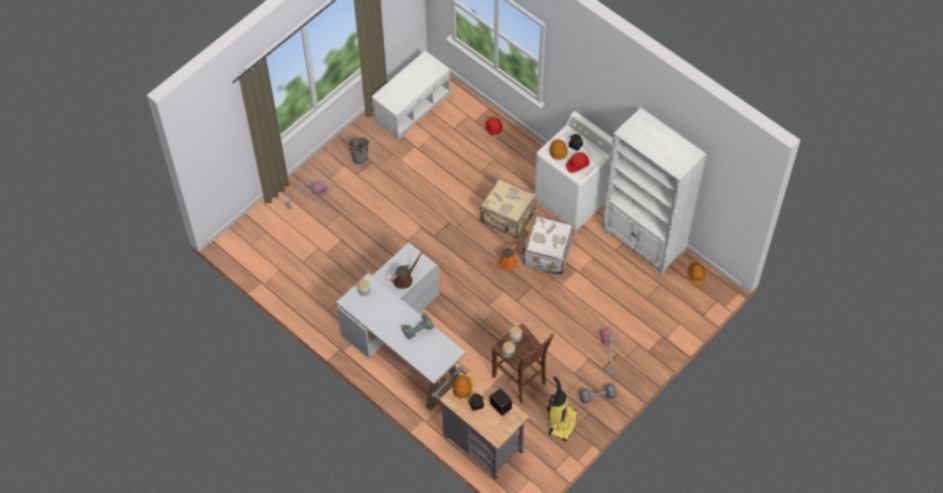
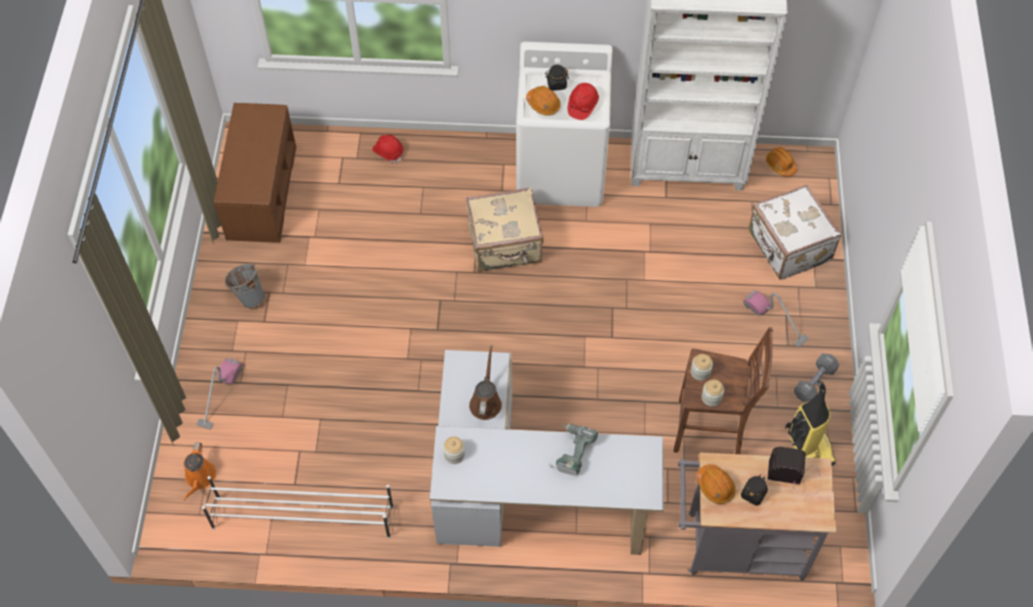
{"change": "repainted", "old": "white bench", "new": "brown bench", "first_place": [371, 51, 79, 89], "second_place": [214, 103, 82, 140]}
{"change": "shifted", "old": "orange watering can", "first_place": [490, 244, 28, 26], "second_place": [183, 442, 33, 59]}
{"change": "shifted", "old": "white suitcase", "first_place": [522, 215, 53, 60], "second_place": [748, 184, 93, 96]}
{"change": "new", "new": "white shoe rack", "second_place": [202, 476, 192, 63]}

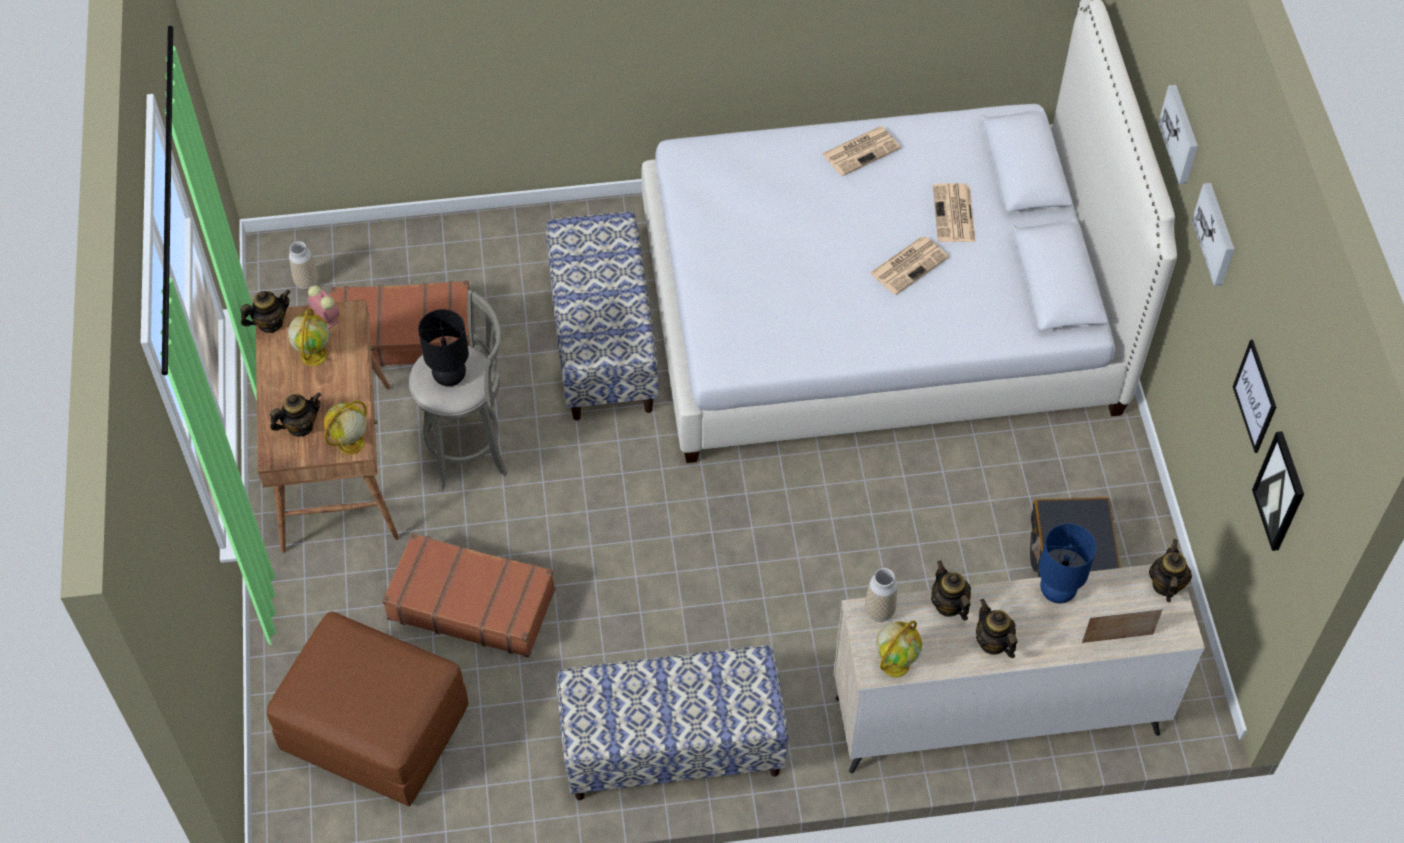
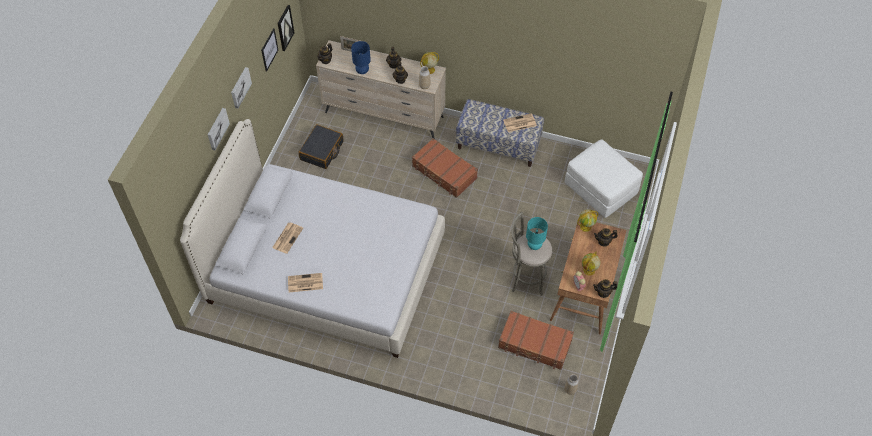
{"change": "repainted", "old": "brown ottoman", "new": "white ottoman", "first_place": [267, 612, 202, 194], "second_place": [565, 139, 78, 79]}
{"change": "shifted", "old": "brown suitcase", "first_place": [382, 533, 173, 125], "second_place": [412, 138, 66, 60]}
{"change": "repainted", "old": "black table lamp", "new": "turquoise table lamp", "first_place": [418, 309, 51, 77], "second_place": [526, 217, 22, 33]}
{"change": "gone", "old": "bench", "first_place": [546, 212, 113, 209]}
{"change": "shifted", "old": "newspaper", "first_place": [870, 236, 79, 59], "second_place": [503, 113, 34, 19]}

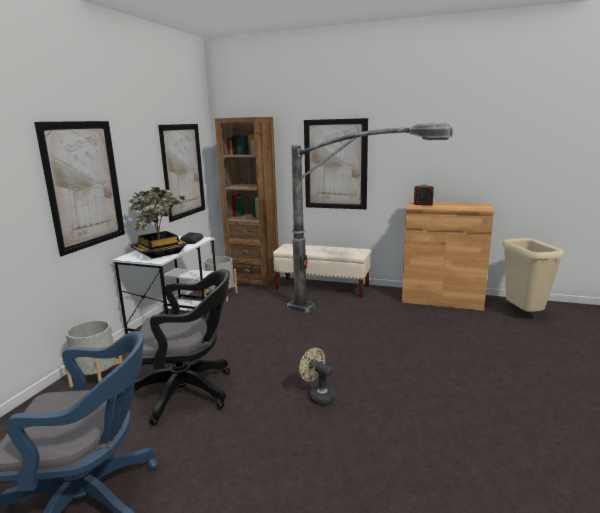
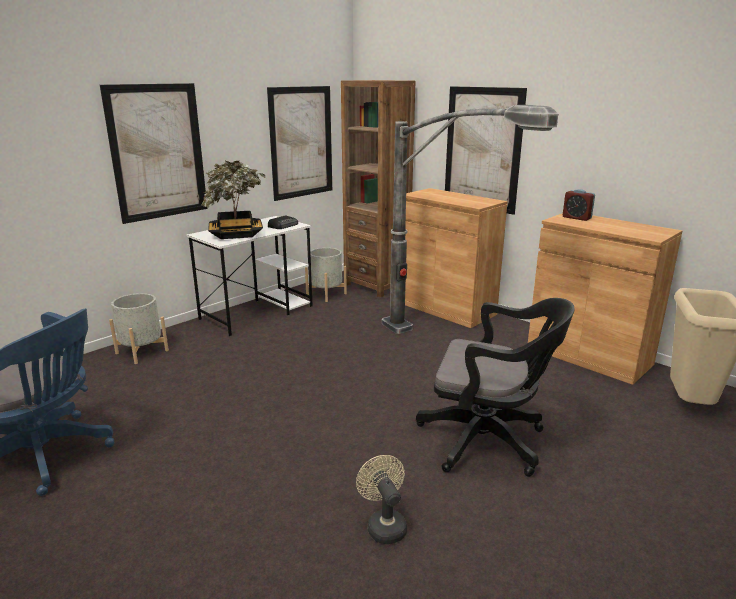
{"change": "shifted", "old": "black office chair", "first_place": [134, 269, 96, 157], "second_place": [416, 298, 159, 179]}
{"change": "swapped", "old": "beige bench", "new": "brown cabinet", "first_place": [273, 244, 98, 54], "second_place": [405, 188, 103, 140]}
{"change": "shifted", "old": "beige fan", "first_place": [299, 348, 37, 57], "second_place": [356, 455, 51, 89]}

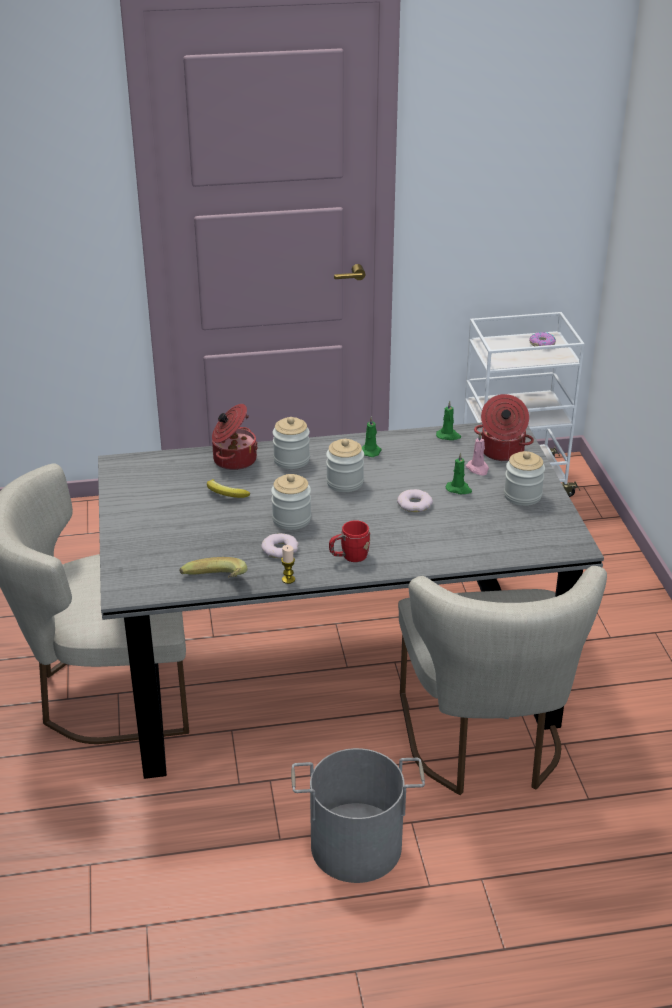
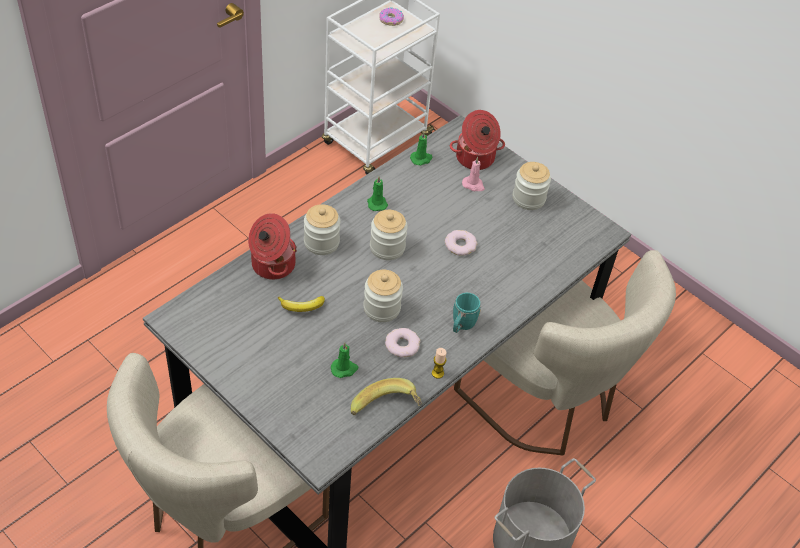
{"change": "repainted", "old": "red mug", "new": "turquoise mug", "first_place": [329, 520, 41, 42], "second_place": [453, 293, 28, 40]}
{"change": "shifted", "old": "green candle", "first_place": [446, 452, 26, 42], "second_place": [331, 342, 27, 36]}

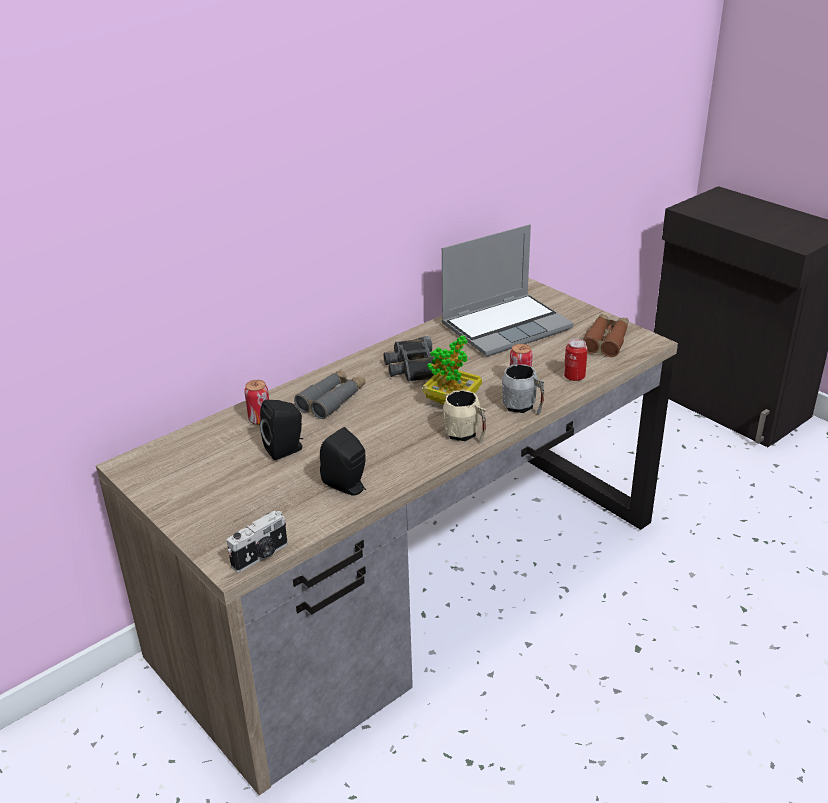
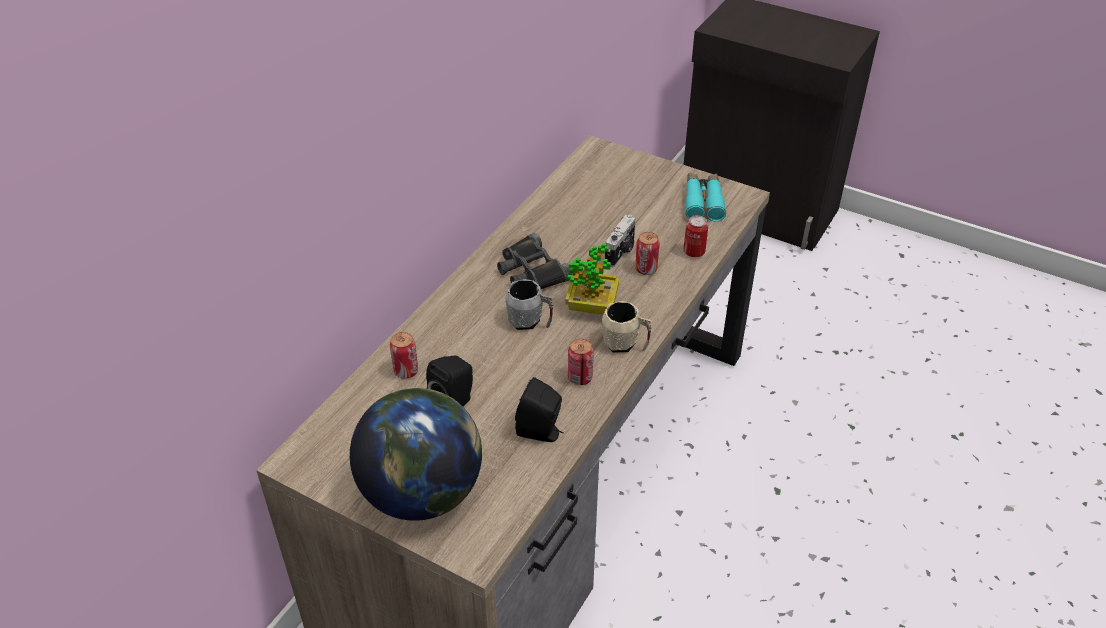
{"change": "shifted", "old": "photo camera", "first_place": [227, 510, 61, 62], "second_place": [605, 215, 31, 52]}
{"change": "gone", "old": "grey binoculars", "first_place": [294, 370, 72, 49]}
{"change": "gone", "old": "laptop", "first_place": [441, 224, 132, 133]}
{"change": "shifted", "old": "grey mug", "first_place": [502, 364, 42, 50], "second_place": [505, 279, 48, 51]}
{"change": "repainted", "old": "brown binoculars", "new": "turquoise binoculars", "first_place": [582, 314, 47, 43], "second_place": [685, 173, 41, 49]}
{"change": "new", "new": "globe", "second_place": [350, 388, 132, 133]}
{"change": "new", "new": "can", "second_place": [568, 338, 26, 47]}

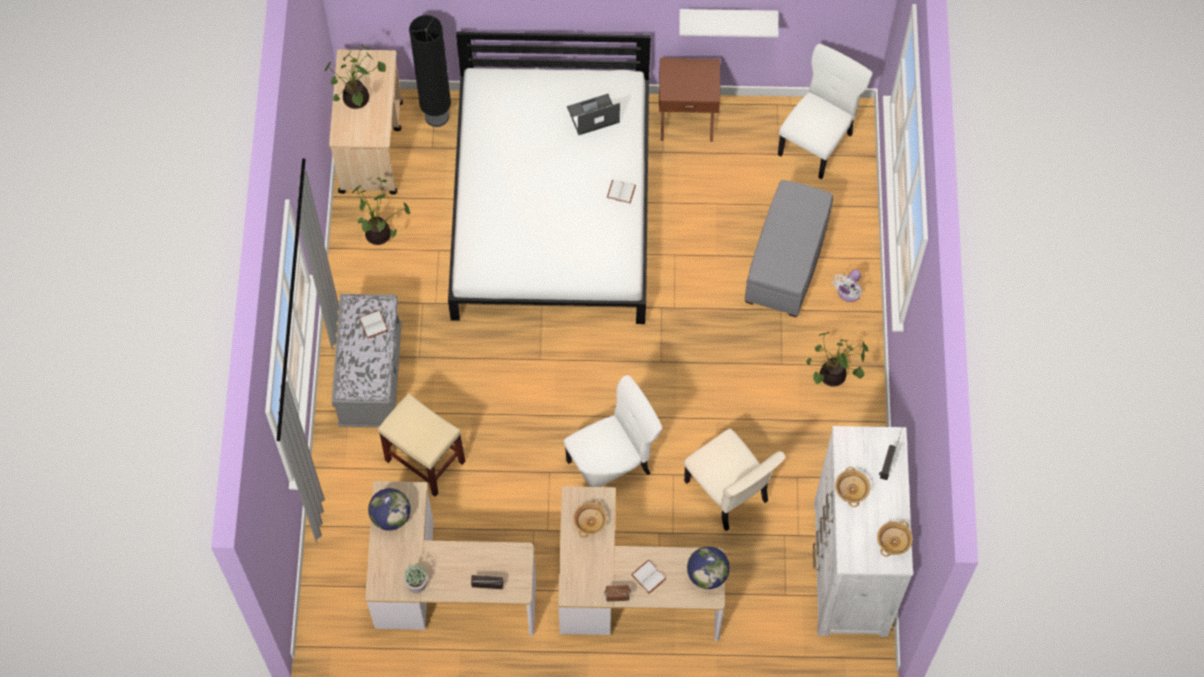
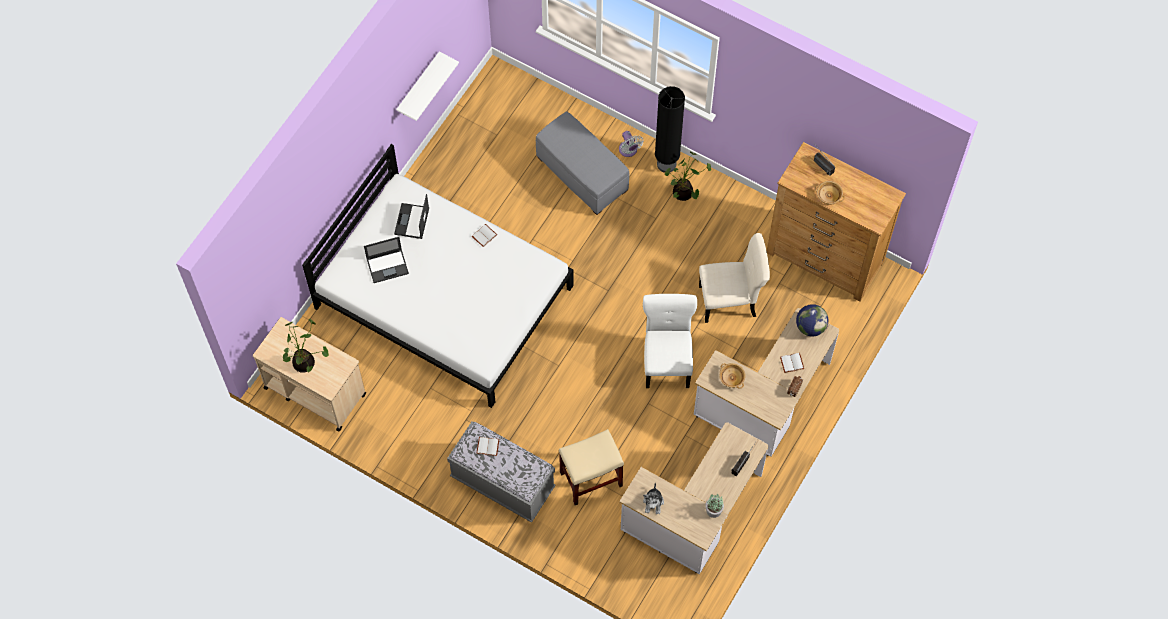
{"change": "gone", "old": "potted plant", "first_place": [352, 177, 58, 68]}
{"change": "swapped", "old": "globe", "new": "plush toy", "first_place": [368, 488, 43, 42], "second_place": [643, 482, 21, 32]}
{"change": "shifted", "old": "black floor lamp", "first_place": [409, 15, 42, 112], "second_place": [655, 86, 30, 87]}
{"change": "gone", "old": "brown nightstand", "first_place": [659, 58, 61, 84]}
{"change": "gone", "old": "white chair", "first_place": [778, 44, 95, 135]}
{"change": "repainted", "old": "white dresser", "new": "brown dresser", "first_place": [813, 426, 100, 211], "second_place": [767, 142, 139, 159]}
{"change": "gone", "old": "beige bowl", "first_place": [877, 521, 36, 36]}
{"change": "new", "new": "laptop", "second_place": [364, 237, 45, 46]}

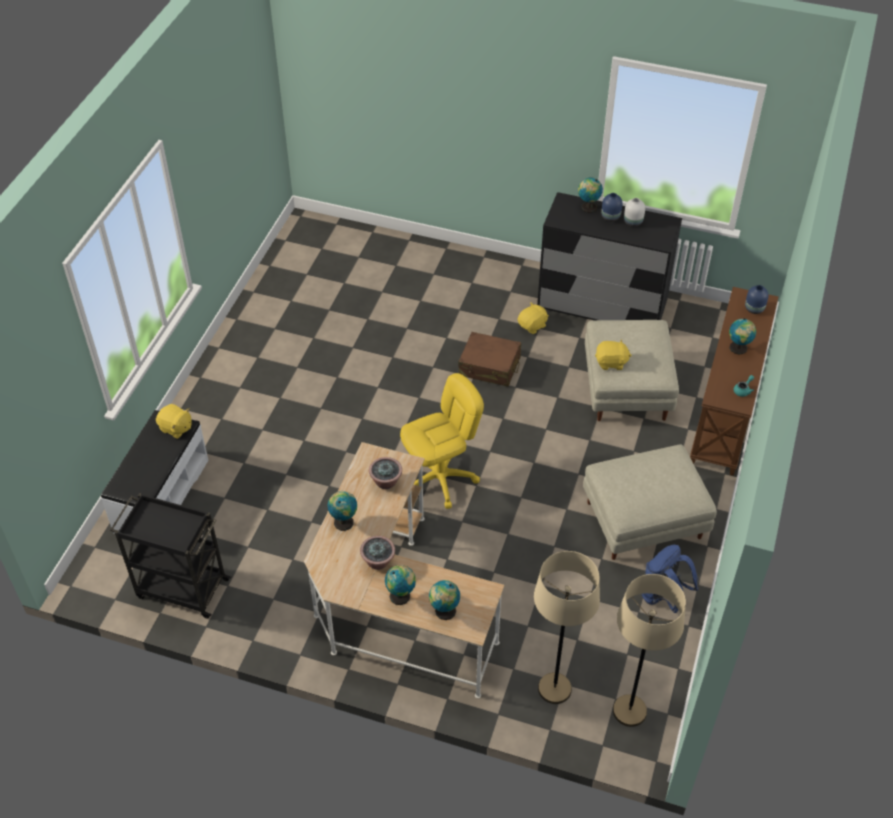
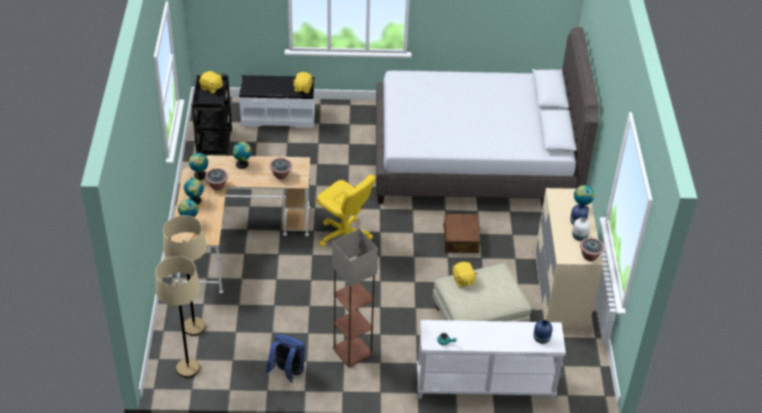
{"change": "shifted", "old": "yellow plush toy", "first_place": [518, 302, 31, 32], "second_place": [199, 71, 24, 23]}
{"change": "repainted", "old": "black dresser", "new": "beige dresser", "first_place": [537, 192, 145, 128], "second_place": [535, 188, 68, 142]}
{"change": "swapped", "old": "beige ottoman", "new": "floor lamp", "first_place": [583, 444, 134, 116], "second_place": [332, 229, 46, 138]}
{"change": "repainted", "old": "brown console table", "new": "white console table", "first_place": [690, 287, 89, 189], "second_place": [417, 320, 149, 81]}
{"change": "shifted", "old": "globe", "first_place": [729, 318, 27, 37], "second_place": [189, 153, 19, 27]}
{"change": "new", "new": "grey bed", "second_place": [376, 27, 223, 177]}
{"change": "new", "new": "potted plant", "second_place": [580, 238, 24, 23]}

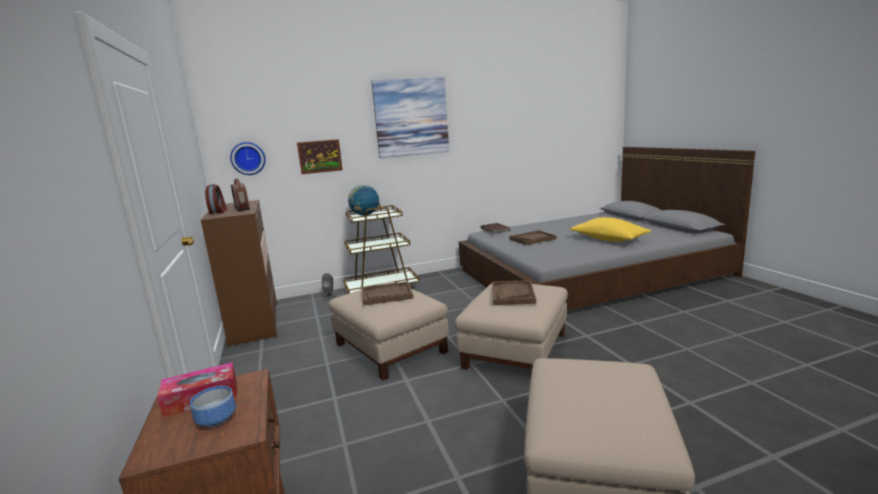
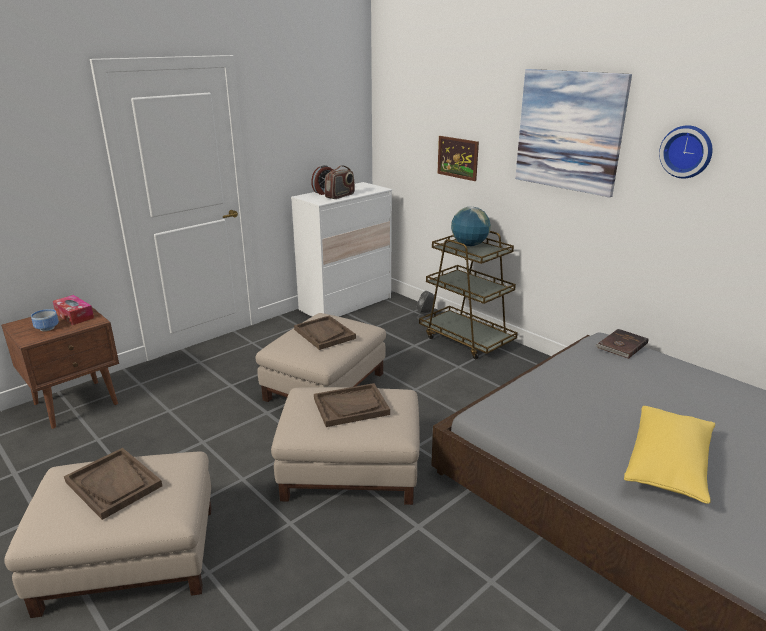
{"change": "repainted", "old": "brown dresser", "new": "white dresser", "first_place": [201, 200, 76, 147], "second_place": [291, 182, 101, 135]}
{"change": "shifted", "old": "wall clock", "first_place": [230, 142, 36, 33], "second_place": [659, 125, 53, 54]}
{"change": "shifted", "old": "brown tray", "first_place": [509, 230, 48, 15], "second_place": [64, 448, 98, 72]}

